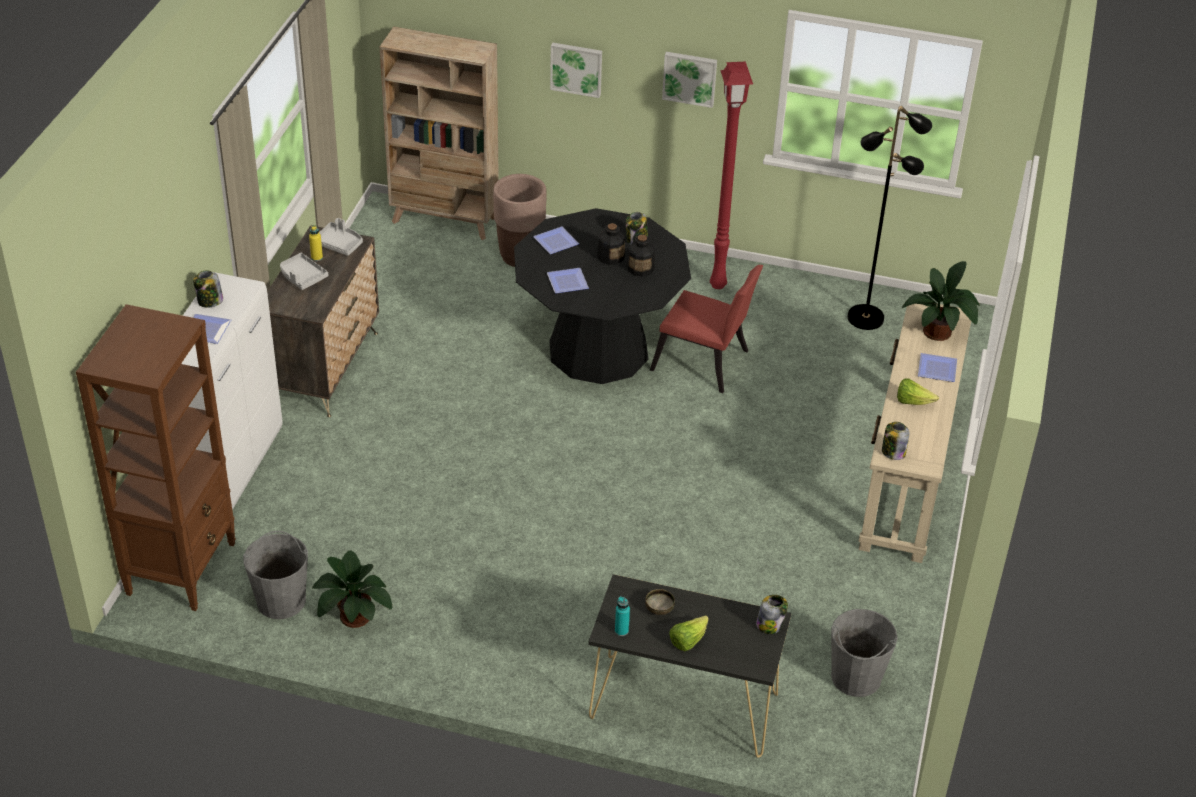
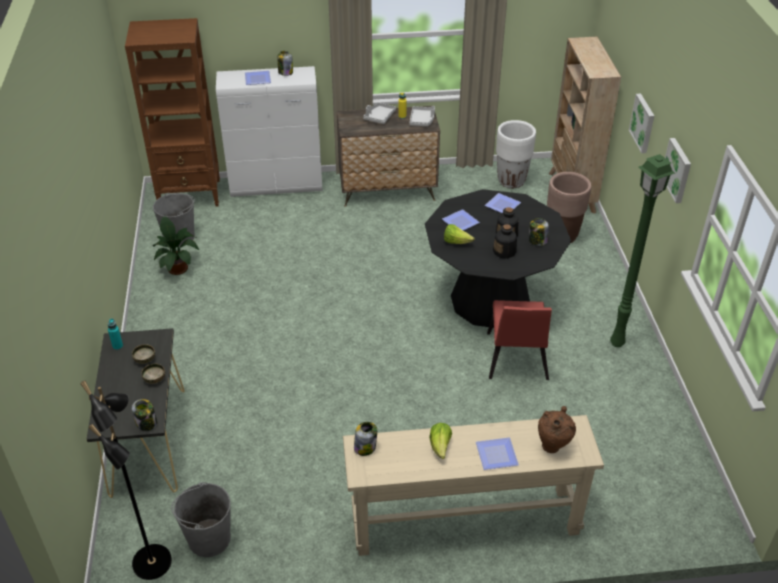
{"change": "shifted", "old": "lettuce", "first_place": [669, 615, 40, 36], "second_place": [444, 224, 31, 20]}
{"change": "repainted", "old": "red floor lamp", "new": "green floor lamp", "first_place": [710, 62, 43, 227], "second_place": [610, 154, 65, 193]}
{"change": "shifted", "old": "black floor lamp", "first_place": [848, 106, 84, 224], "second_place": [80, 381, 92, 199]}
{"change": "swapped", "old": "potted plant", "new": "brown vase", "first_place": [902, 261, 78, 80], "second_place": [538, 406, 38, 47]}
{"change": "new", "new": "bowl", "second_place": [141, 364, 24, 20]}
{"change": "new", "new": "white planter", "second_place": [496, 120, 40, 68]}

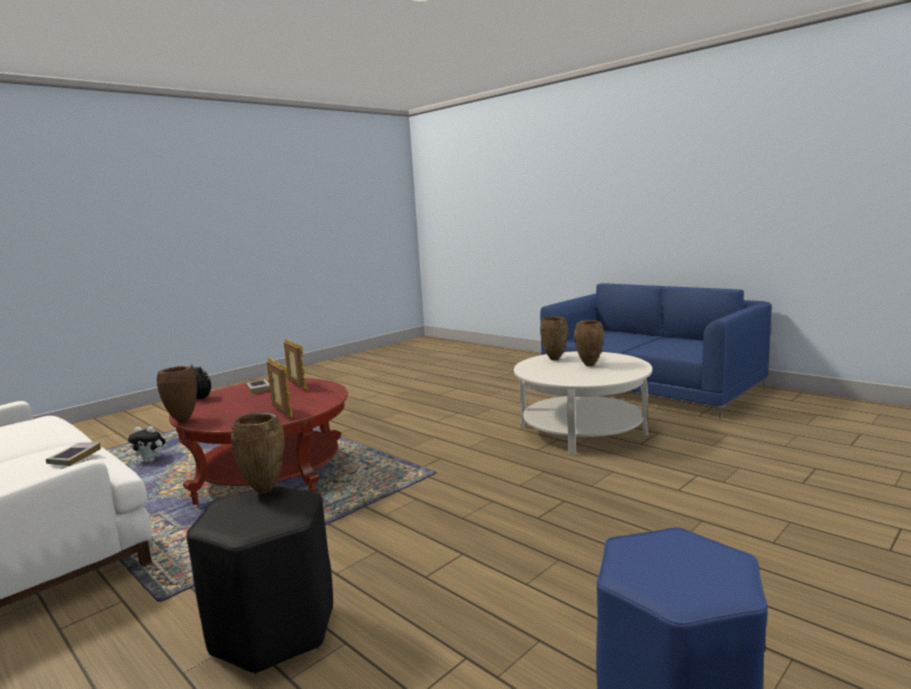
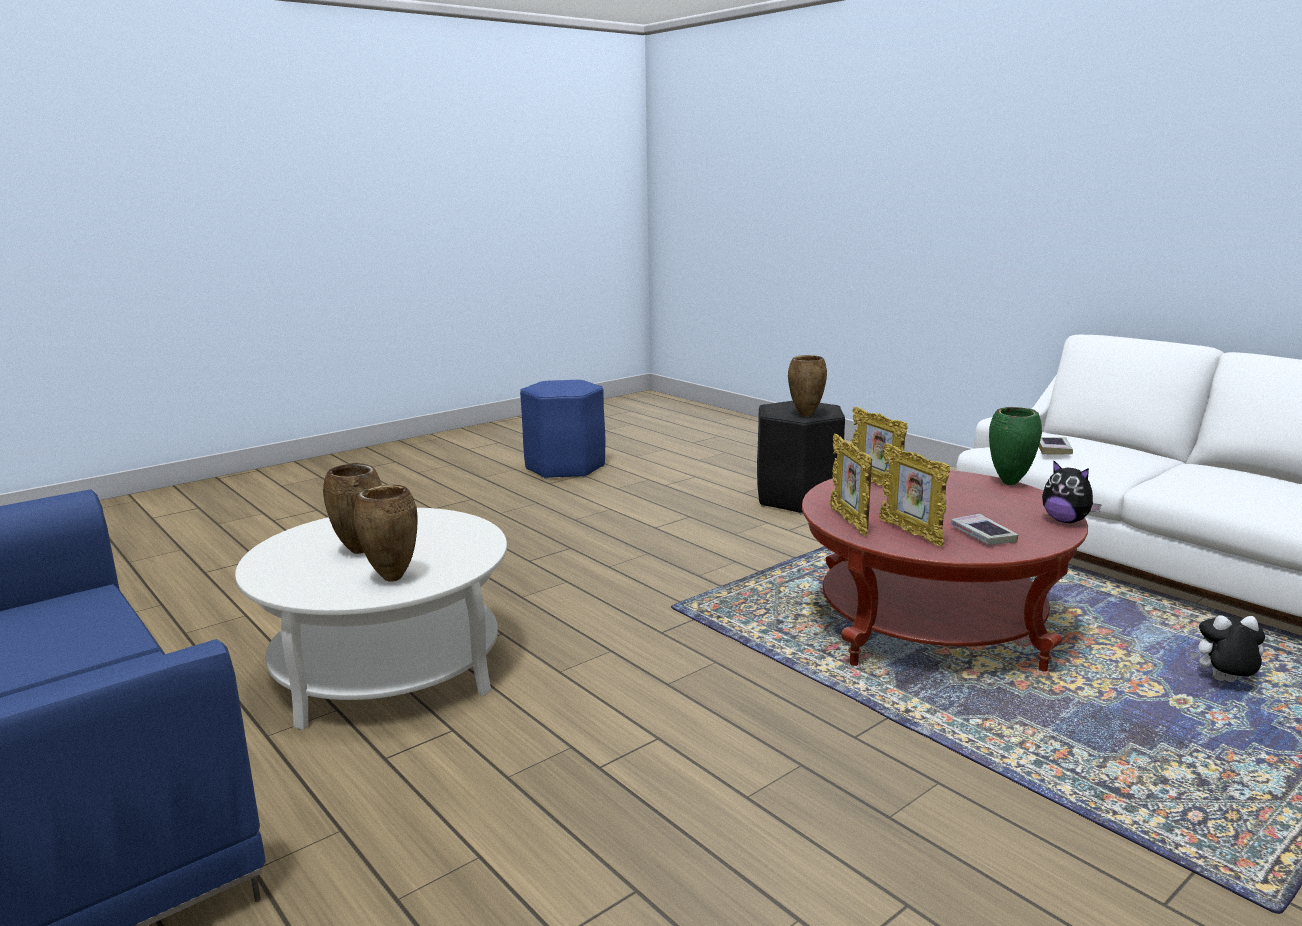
{"change": "repainted", "old": "brown vase", "new": "green vase", "first_place": [157, 366, 40, 57], "second_place": [989, 407, 53, 78]}
{"change": "new", "new": "picture frame", "second_place": [830, 434, 42, 102]}

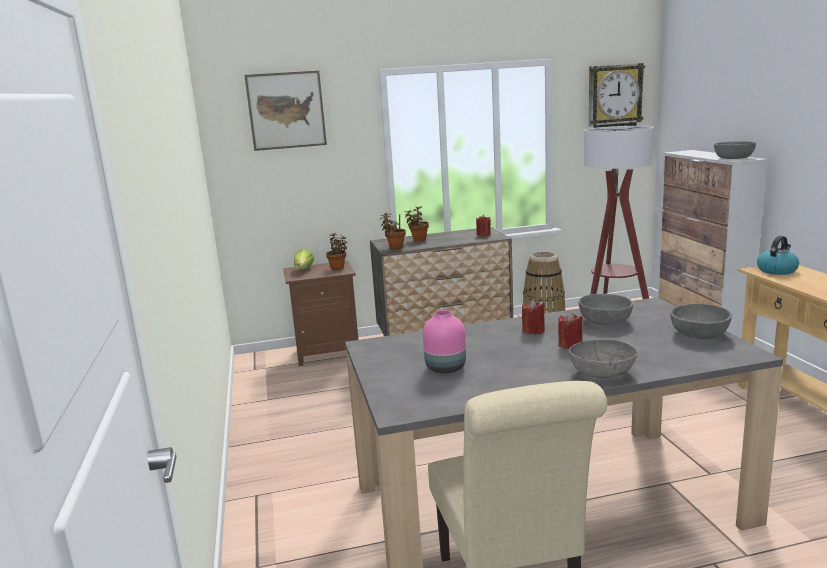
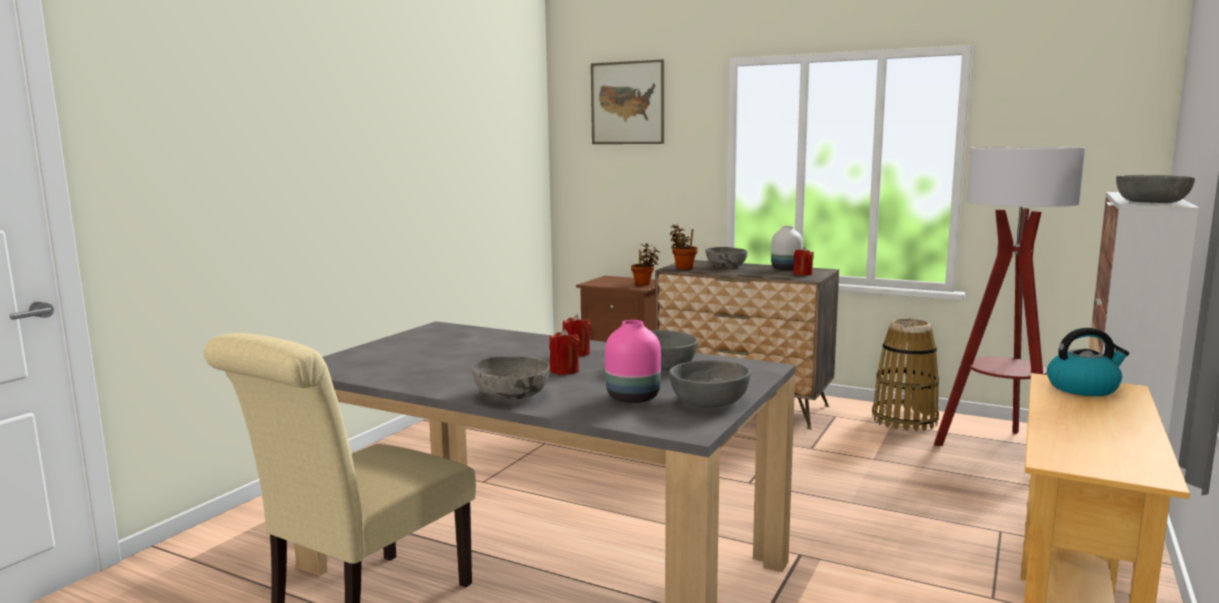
{"change": "gone", "old": "lettuce", "first_place": [294, 248, 20, 21]}
{"change": "swapped", "old": "potted plant", "new": "grey bowl", "first_place": [405, 206, 24, 35], "second_place": [705, 247, 43, 21]}
{"change": "shifted", "old": "pink vase", "first_place": [423, 310, 43, 64], "second_place": [605, 320, 56, 83]}
{"change": "gone", "old": "wall clock", "first_place": [589, 63, 56, 65]}
{"change": "new", "new": "white vase", "second_place": [771, 226, 32, 44]}

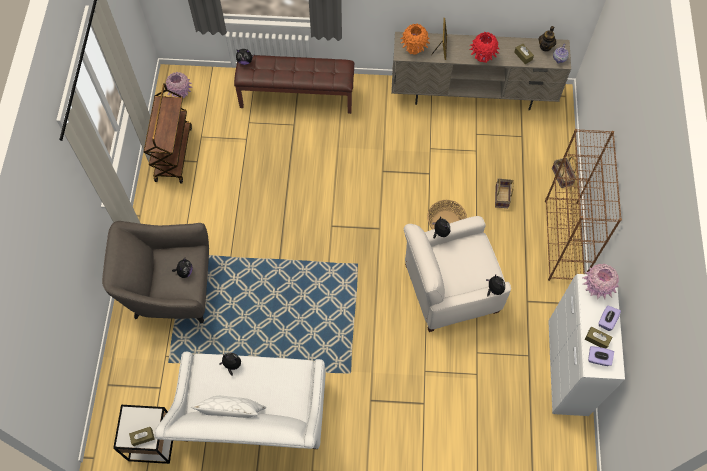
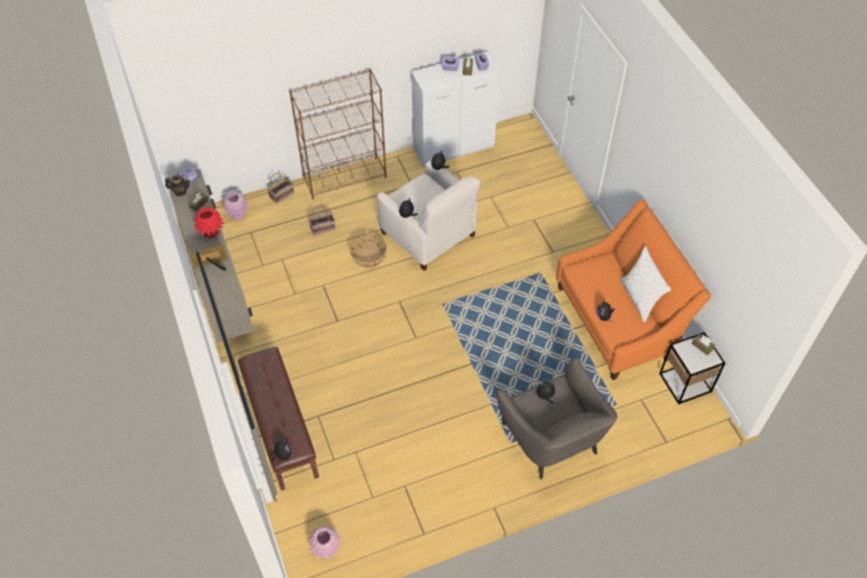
{"change": "gone", "old": "brown cart", "first_place": [144, 83, 48, 100]}
{"change": "repainted", "old": "white sofa", "new": "orange sofa", "first_place": [155, 352, 171, 97], "second_place": [556, 200, 155, 180]}
{"change": "gone", "old": "orange vase", "first_place": [400, 24, 30, 31]}
{"change": "shifted", "old": "pink vase", "first_place": [581, 264, 38, 35], "second_place": [222, 192, 28, 28]}

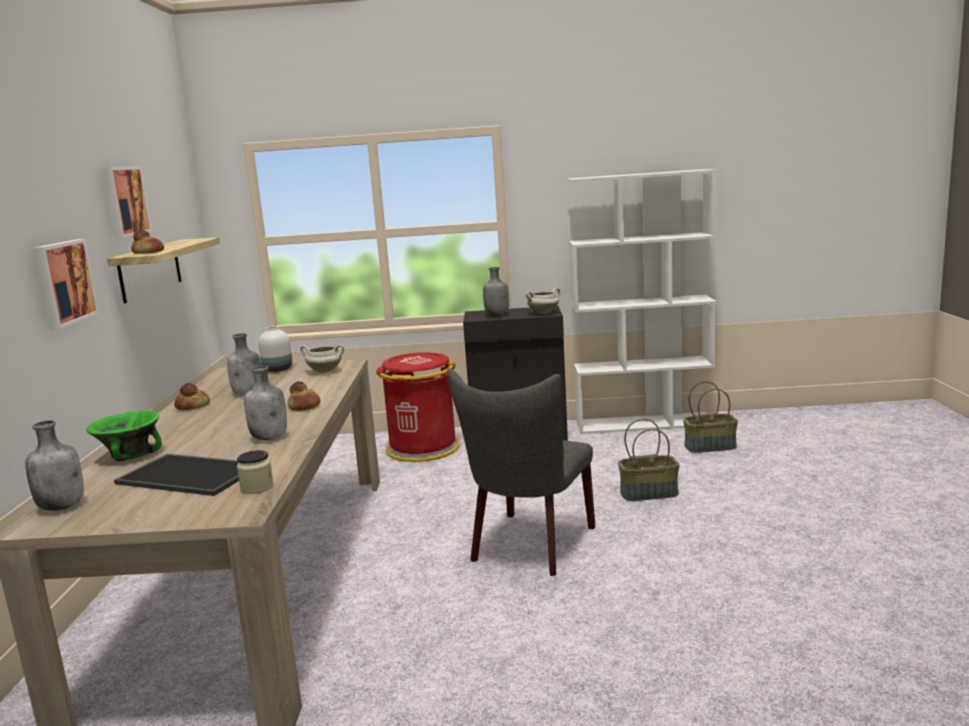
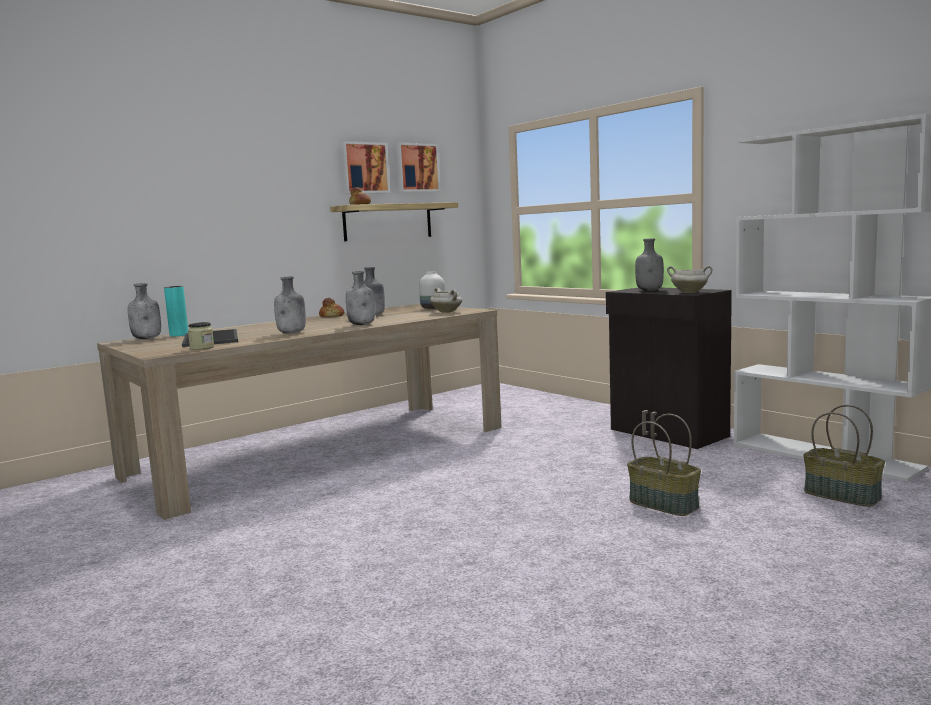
{"change": "shifted", "old": "picture", "first_place": [33, 239, 67, 91], "second_place": [396, 142, 45, 50]}
{"change": "gone", "old": "green bowl", "first_place": [86, 411, 76, 51]}
{"change": "swapped", "old": "bread", "new": "grey bottle", "first_place": [288, 381, 32, 30], "second_place": [346, 271, 29, 54]}
{"change": "gone", "old": "red trash can", "first_place": [376, 352, 84, 110]}
{"change": "gone", "old": "grey chair", "first_place": [447, 368, 149, 208]}
{"change": "new", "new": "turquoise vase", "second_place": [164, 286, 24, 50]}

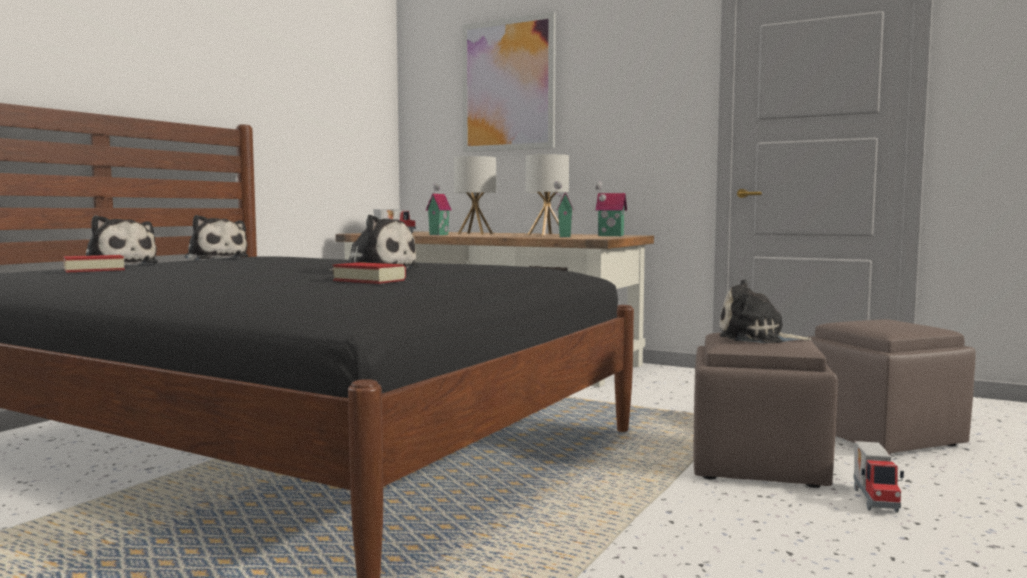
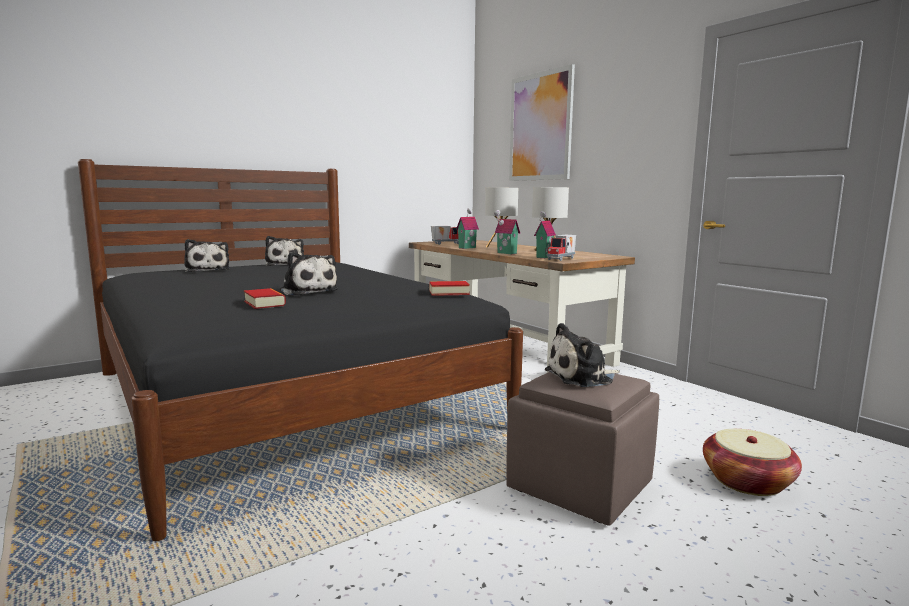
{"change": "shifted", "old": "book", "first_place": [63, 255, 62, 18], "second_place": [429, 281, 41, 15]}
{"change": "shifted", "old": "toy house", "first_place": [596, 182, 31, 54], "second_place": [494, 210, 26, 44]}
{"change": "rotated", "old": "plush toy", "first_place": [719, 279, 92, 64], "second_place": [544, 323, 76, 64], "degrees": -60}
{"change": "swapped", "old": "brown ottoman", "new": "basket", "first_place": [808, 319, 168, 136], "second_place": [703, 429, 99, 67]}
{"change": "shifted", "old": "toy truck", "first_place": [853, 441, 51, 71], "second_place": [547, 235, 29, 26]}

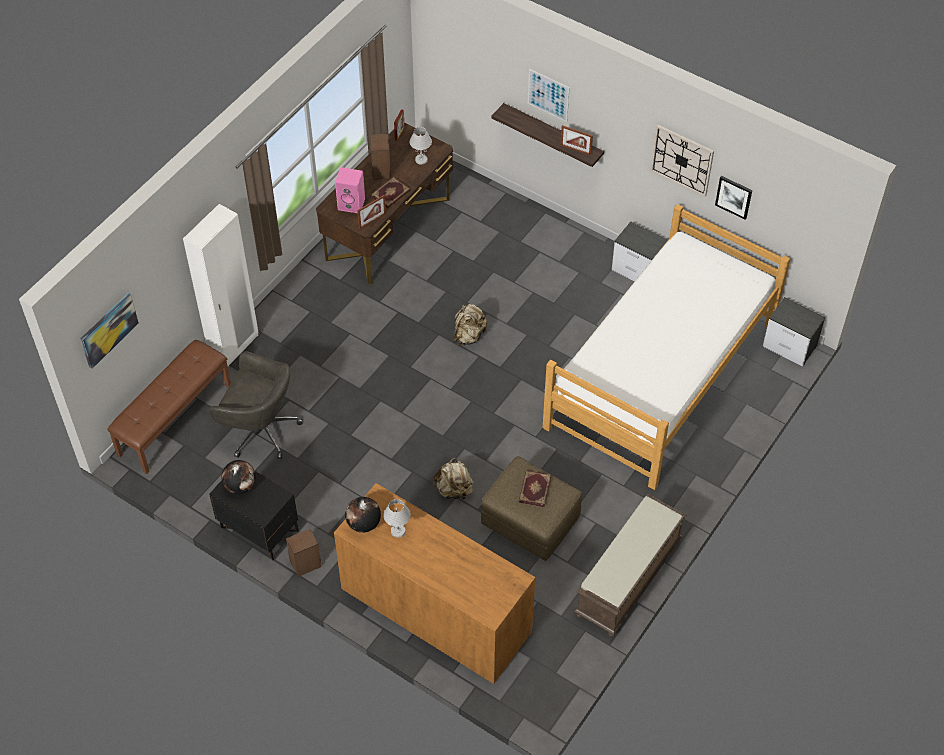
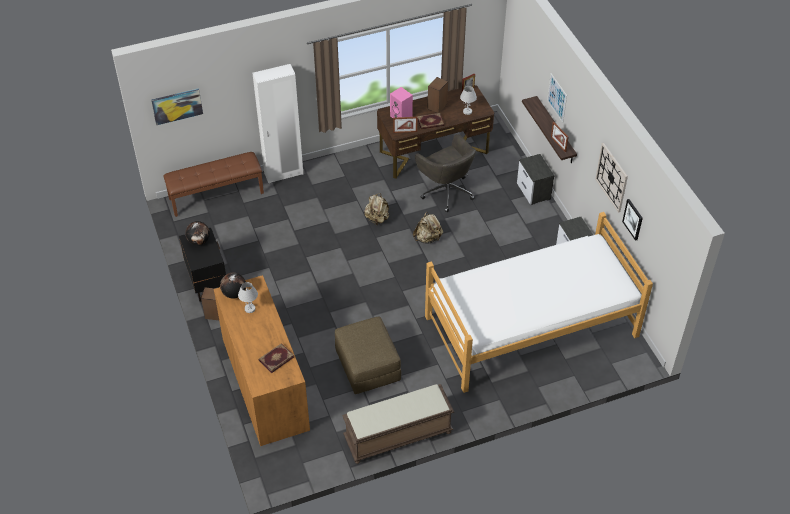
{"change": "shifted", "old": "grey office chair", "first_place": [210, 351, 93, 108], "second_place": [415, 134, 61, 78]}
{"change": "shifted", "old": "beige backpack", "first_place": [433, 458, 41, 42], "second_place": [364, 193, 25, 32]}
{"change": "shifted", "old": "book", "first_place": [519, 470, 32, 37], "second_place": [258, 343, 36, 30]}
{"change": "shifted", "old": "nightstand", "first_place": [763, 297, 62, 69], "second_place": [517, 154, 38, 51]}

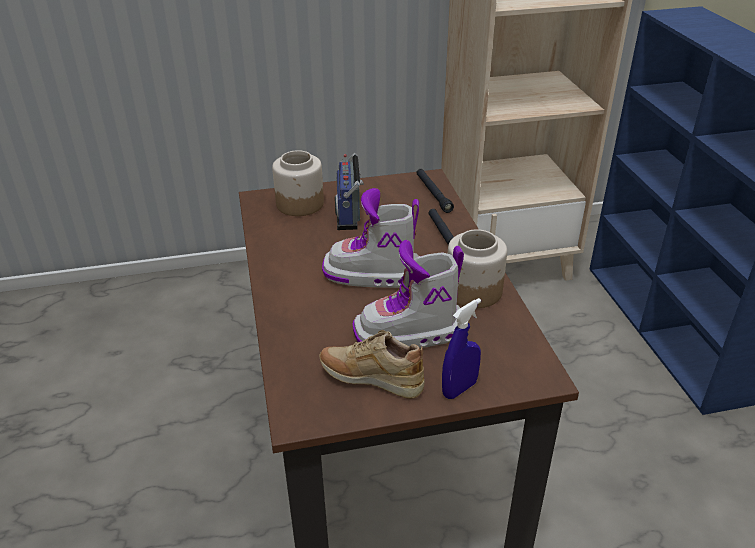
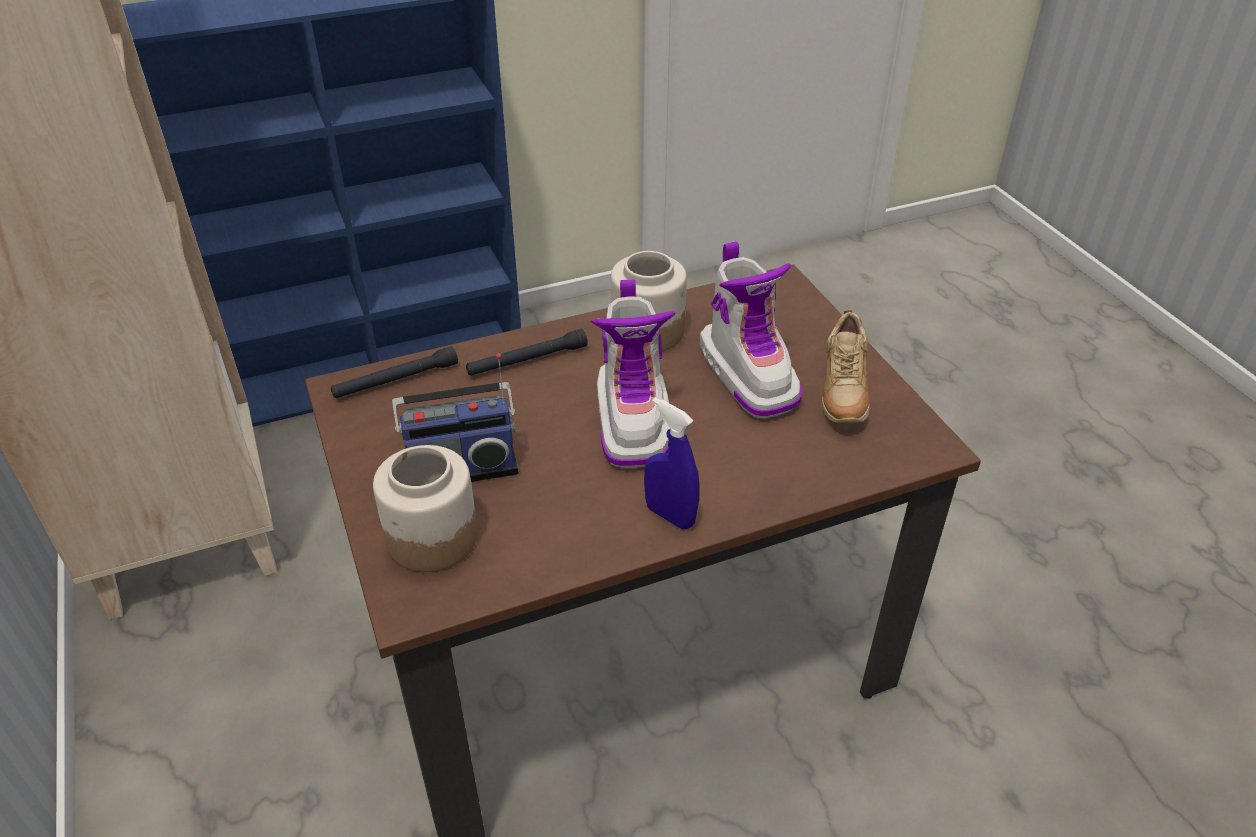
{"change": "shifted", "old": "blue spray bottle", "first_place": [442, 298, 39, 101], "second_place": [644, 397, 56, 132]}

